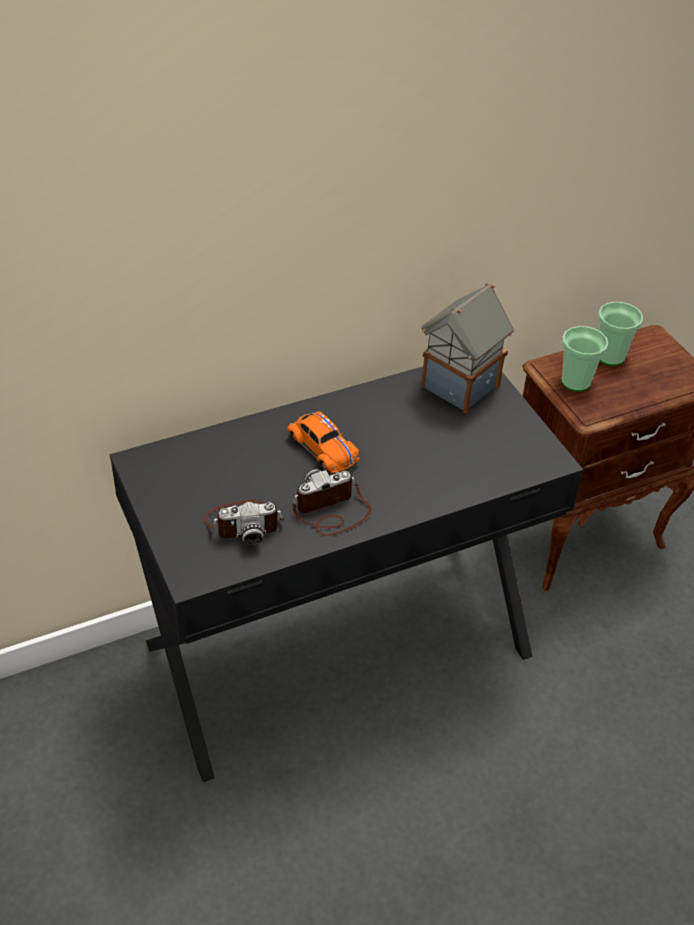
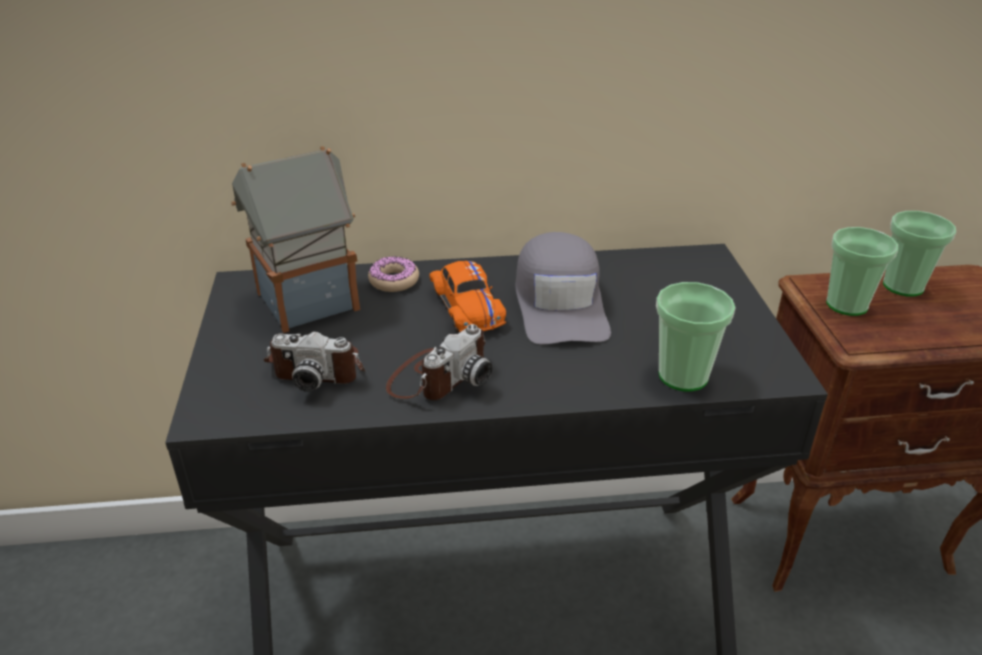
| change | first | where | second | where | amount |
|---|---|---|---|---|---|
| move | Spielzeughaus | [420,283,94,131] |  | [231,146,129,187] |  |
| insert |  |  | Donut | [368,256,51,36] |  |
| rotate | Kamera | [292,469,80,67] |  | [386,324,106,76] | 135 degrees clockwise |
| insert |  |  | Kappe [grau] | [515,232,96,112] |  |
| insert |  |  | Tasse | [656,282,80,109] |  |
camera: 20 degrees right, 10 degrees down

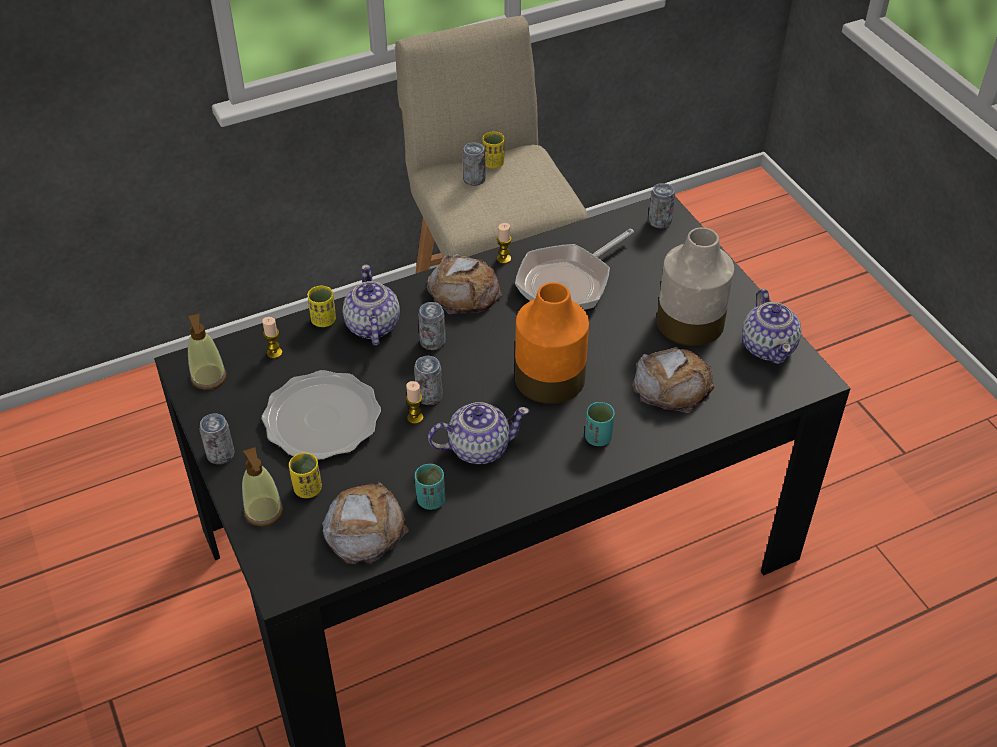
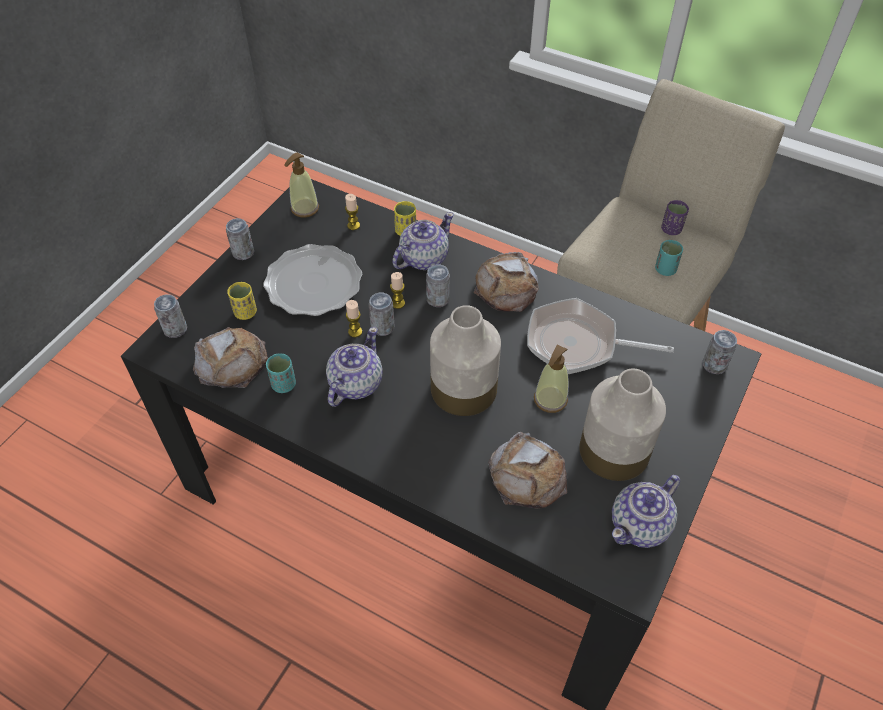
| change | first | where | second | where | amount |
|---|---|---|---|---|---|
| move | Dose | [462,142,24,44] |  | [154,294,33,44] |  |
| rotate | Teekanne | [428,402,102,62] |  | [326,327,57,80] | 105 degrees counterclockwise |
| move | Kerze | [497,223,15,41] |  | [390,272,15,37] |  |
| recolor | Vase [orange] | [515,282,74,122] | Vase [beige] | [430,305,71,111] |  |
| move | Seifenspender | [242,447,41,80] |  | [534,345,35,68] |  |
| move | Tasse [türkis] | [585,402,30,44] |  | [655,240,29,36] |  |
| recolor | Tasse [gelb] | [483,131,22,38] | Tasse [lila] | [661,200,28,35] |  |
camera: 55 degrees right, 5 degrees up

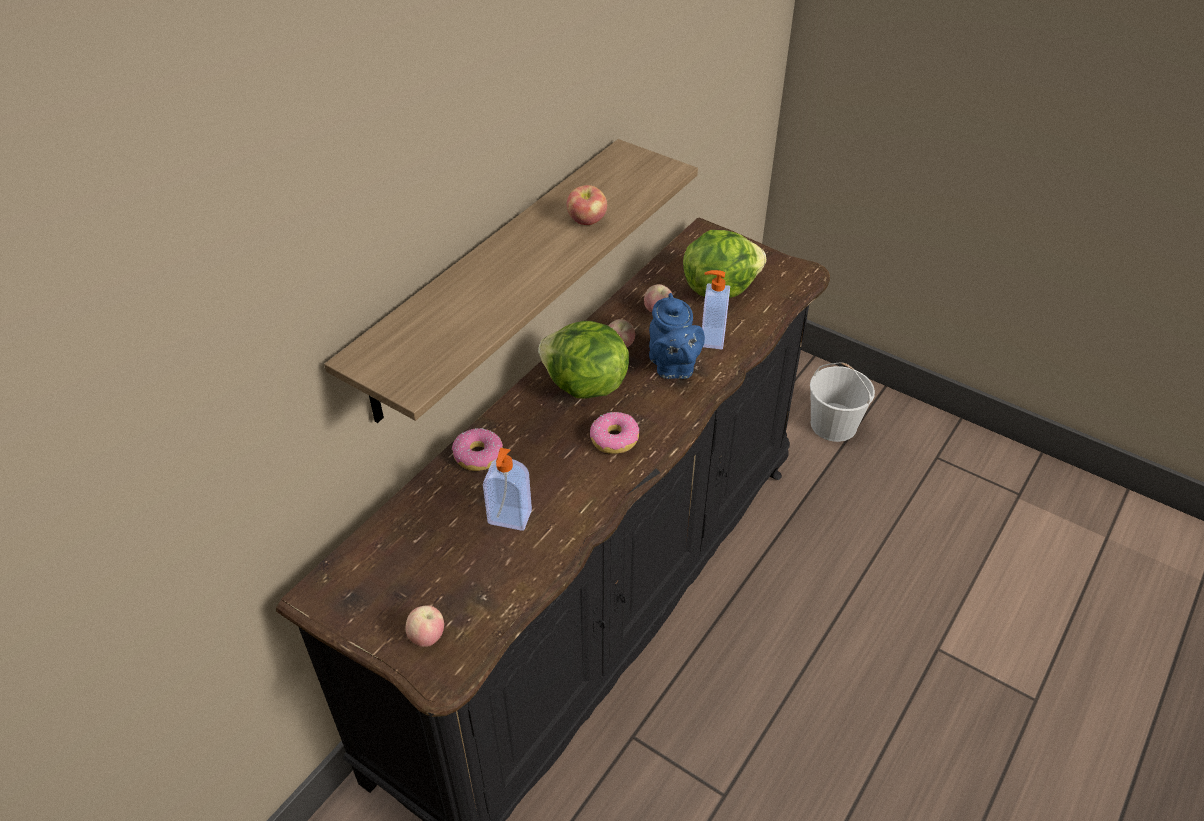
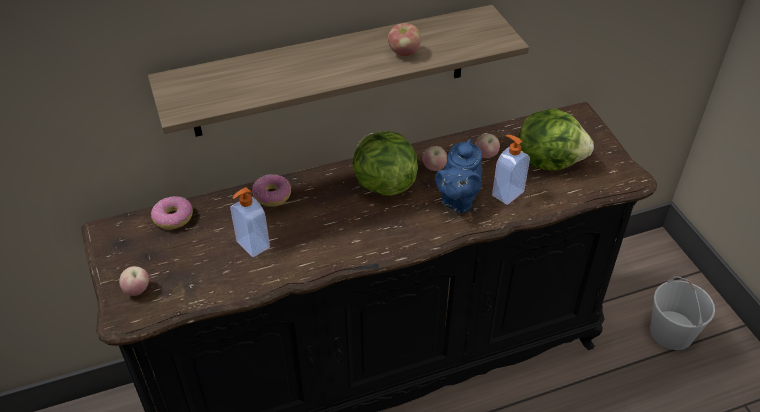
| change | first | where | second | where | amount |
|---|---|---|---|---|---|
| move | Donut | [590,412,49,42] |  | [151,196,42,34] |  |
camera: 35 degrees right, 0 degrees up

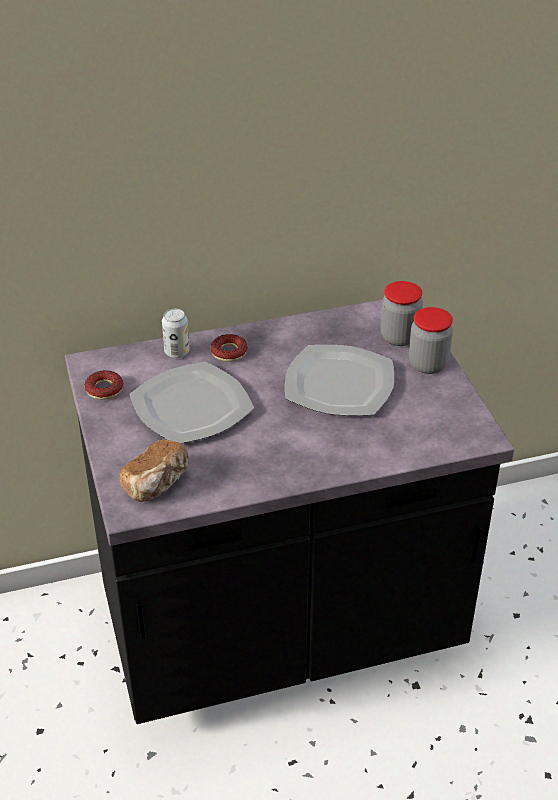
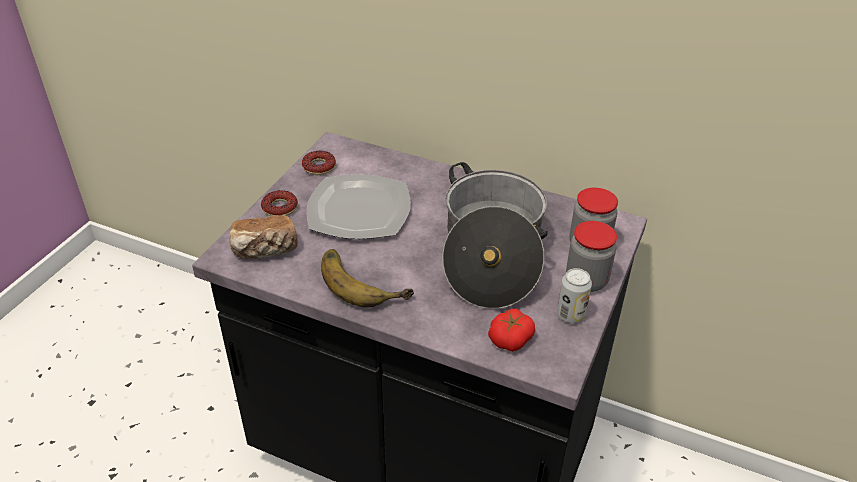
| change | first | where | second | where | amount |
|---|---|---|---|---|---|
| move | Donut | [211,334,37,28] |  | [261,190,37,26] |  |
| insert |  |  | Banane | [321,249,93,58] |  |
| replace | Teller | [285,345,109,71] | Kochtopf | [442,162,106,147] |  |
| insert |  |  | Tomate | [488,309,47,43] |  |
| move | Dose | [162,309,27,49] |  | [557,268,35,55] |  |
camera: 40 degrees right, 0 degrees up

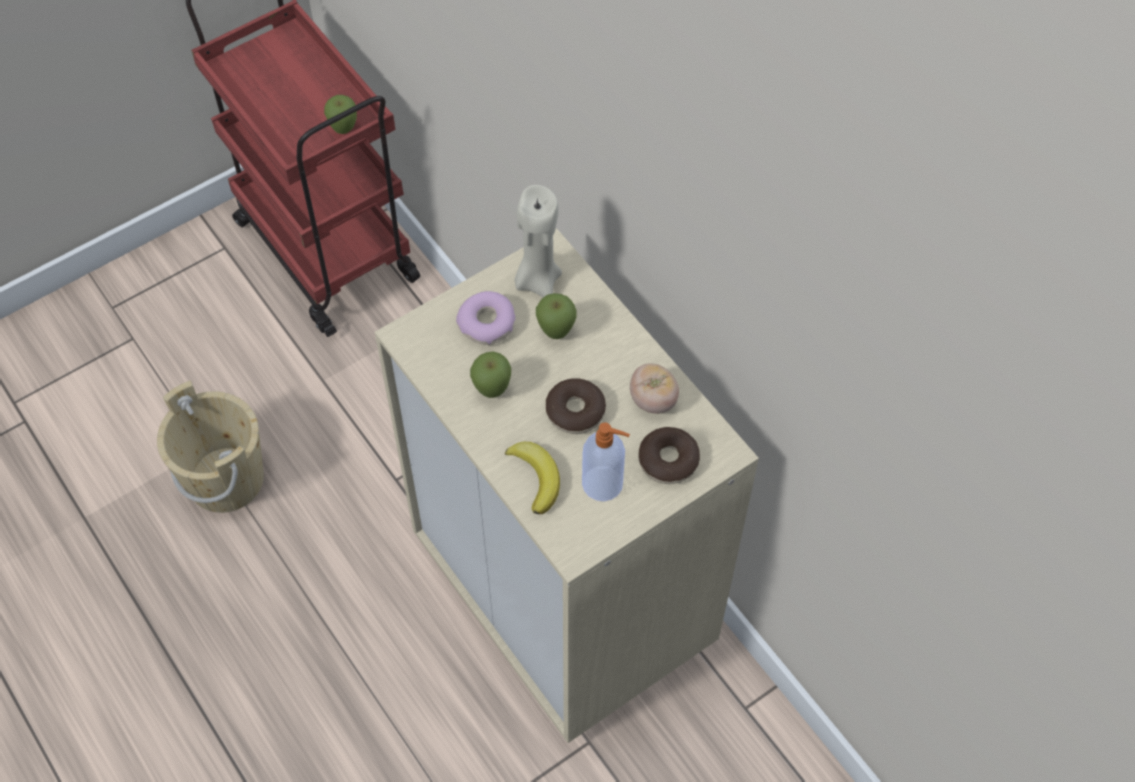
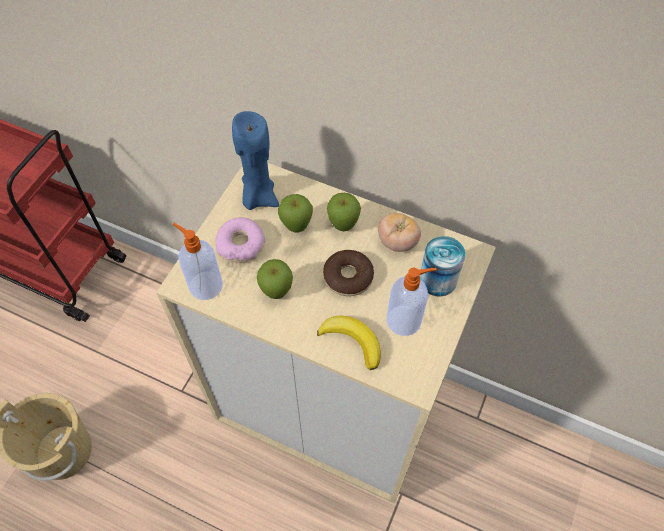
| change | first | where | second | where | amount |
|---|---|---|---|---|---|
| insert |  |  | Seifenspender | [173,223,50,77] |  |
| recolor | Kerze [beige] | [515,185,47,112] | Kerze [blau] | [232,111,47,99] |  |
| move | Apfel | [324,95,33,39] |  | [327,193,34,38] |  |
| replace | Donut | [638,427,62,57] | Dose | [419,236,47,61] |  |
camera: 30 degrees left, 0 degrees up

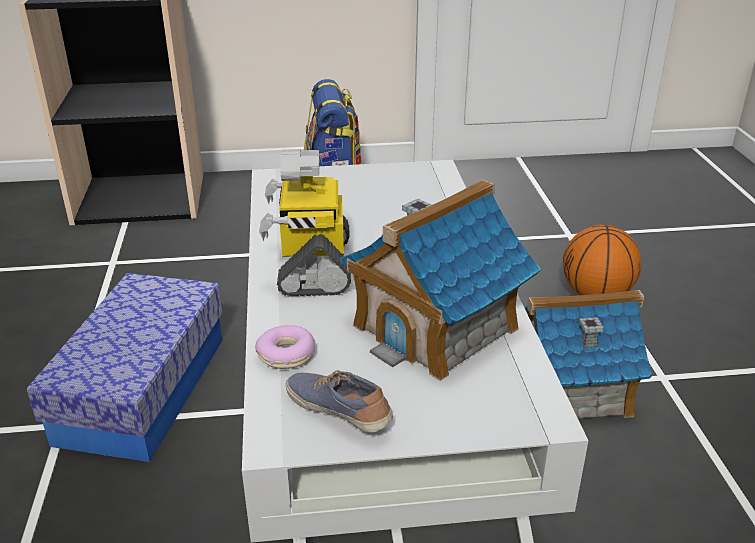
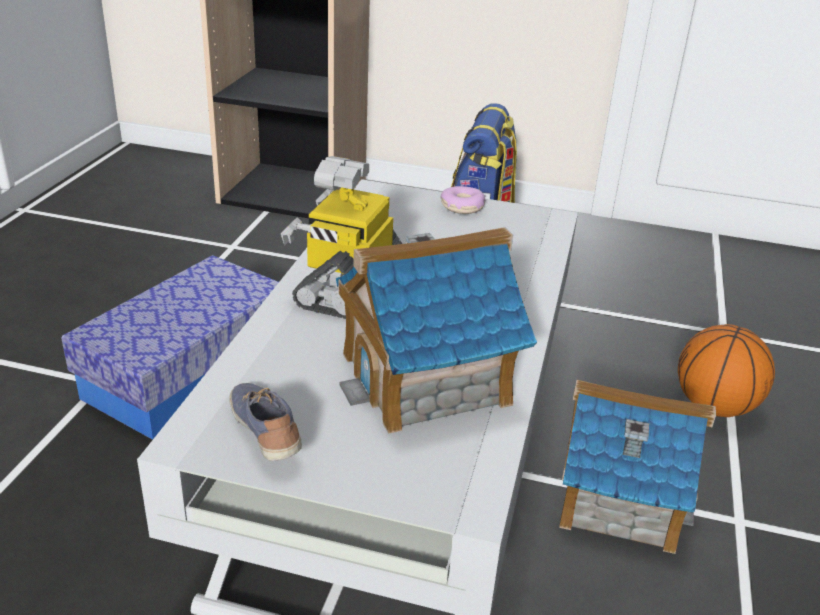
| change | first | where | second | where | amount |
|---|---|---|---|---|---|
| move | Donut | [255,325,60,44] |  | [440,186,46,28] |  |
camera: 20 degrees right, 0 degrees up

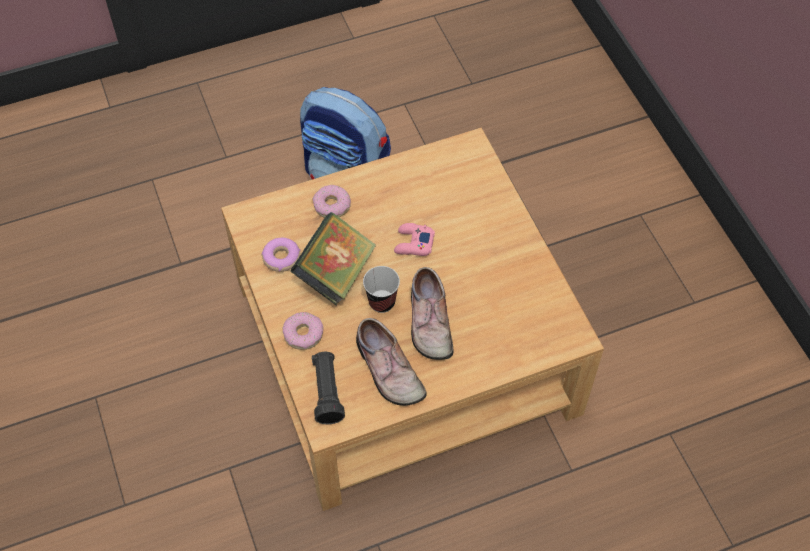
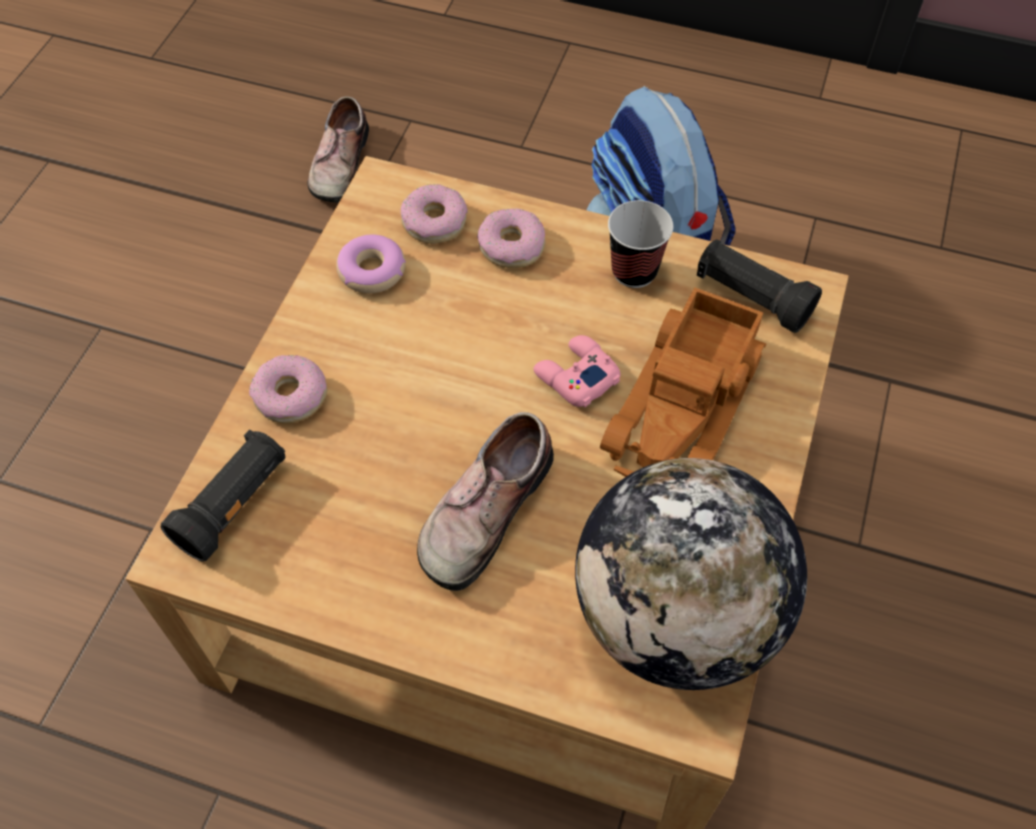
| change | first | where | second | where | amount |
|---|---|---|---|---|---|
| move | Schuh | [356,318,71,88] |  | [308,96,61,107] |  |
| insert |  |  | Donut | [401,184,67,60] |  |
| insert |  |  | Globus | [575,458,232,232] |  |
| insert |  |  | Spielzeuglaster | [600,287,166,190] |  |
| move | Tasse | [363,266,37,47] |  | [608,200,65,88] |  |
| insert |  |  | Taschenlampe [schwarz] | [697,239,125,94] |  |
| delete | Buch | [290,212,86,94] |  |  |  |
camera: 40 degrees right, 0 degrees up

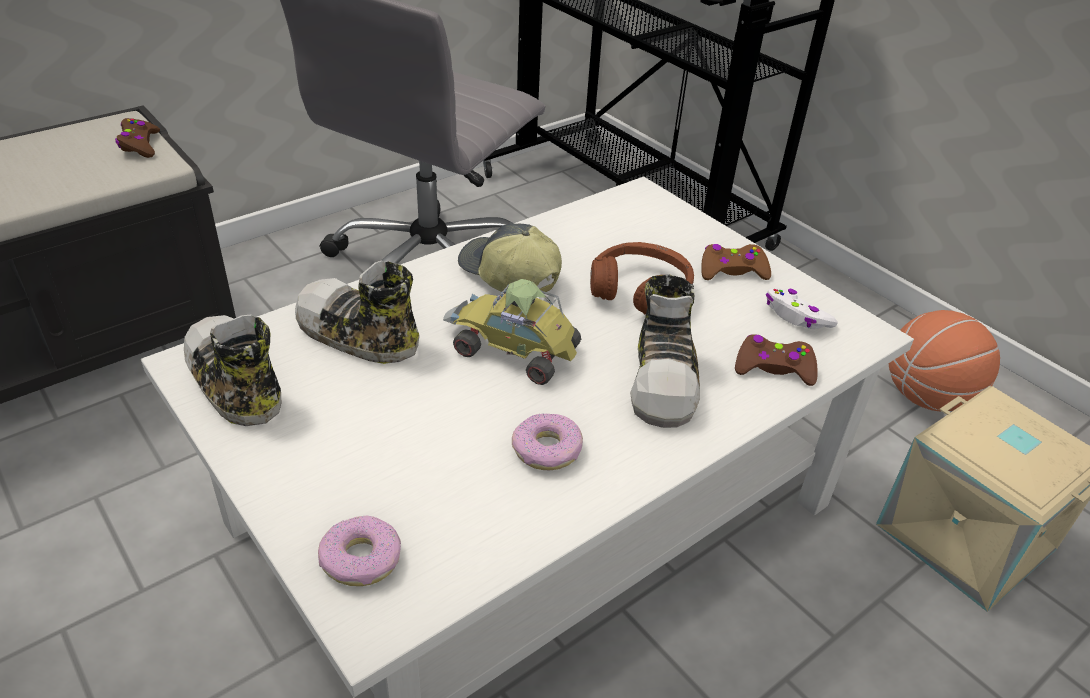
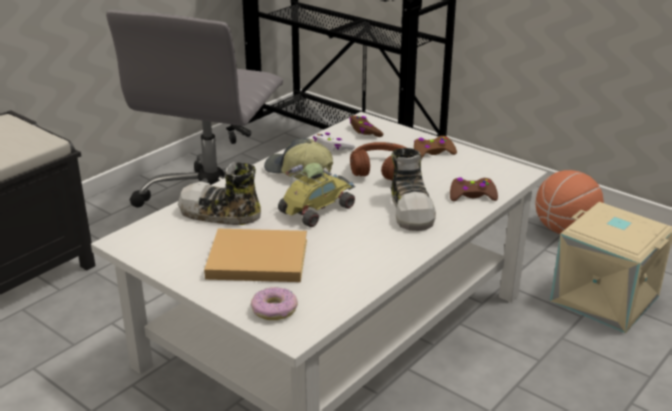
| change | first | where | second | where | amount |
|---|---|---|---|---|---|
| insert |  |  | Buch [beige] | [204,229,103,53] |  |
| rotate | Spielzeugauto | [443,279,138,106] |  | [278,163,77,64] | 120 degrees clockwise |
| move | Gamepad [weiß] | [766,287,72,42] |  | [313,133,42,18] |  |
| move | Gamepad [braun] | [115,118,45,40] |  | [349,115,34,22] |  |
| delete | Schuh | [184,314,97,112] |  |  |  |
| delete | Donut | [512,413,71,57] |  |  |  |
camera: 10 degrees left, 10 degrees down

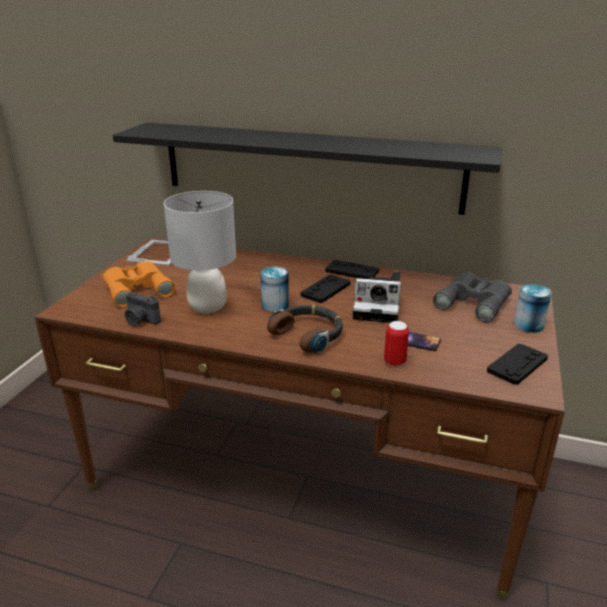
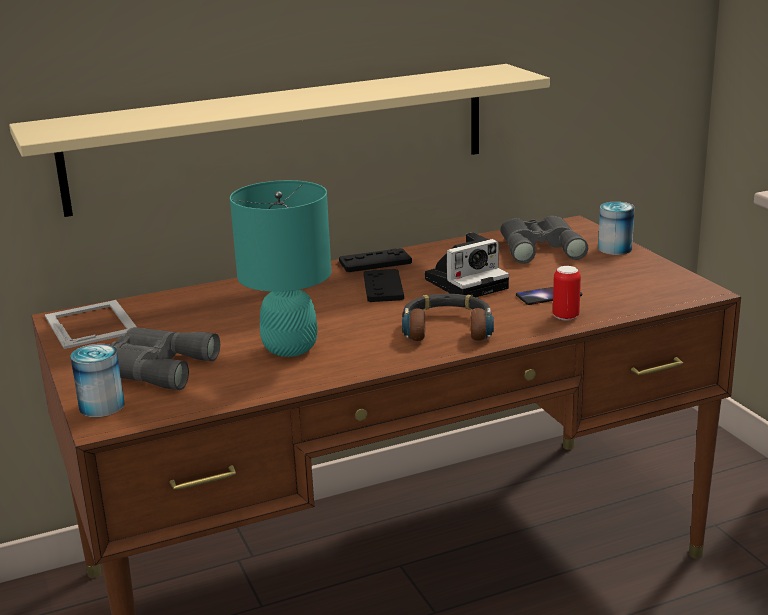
| change | first | where | second | where | amount |
|---|---|---|---|---|---|
| recolor | Wandregal [schwarz] | [113,122,389,93] | Wandregal [beige] | [9,64,541,153] |  |
| move | Dose | [260,267,29,45] |  | [70,344,54,73] |  |
| recolor | Fernglas [orange] | [103,261,72,46] | Fernglas [grau] | [111,327,109,63] |  |
| recolor | Tischlampe [grau] | [164,191,72,123] | Tischlampe [türkis] | [230,180,101,177] |  |
| delete | Kamera | [125,292,36,34] |  |  |  |
| delete | Gamepad [schwarz] | [487,344,61,41] |  |  |  |
camera: 40 degrees left, 5 degrees down

